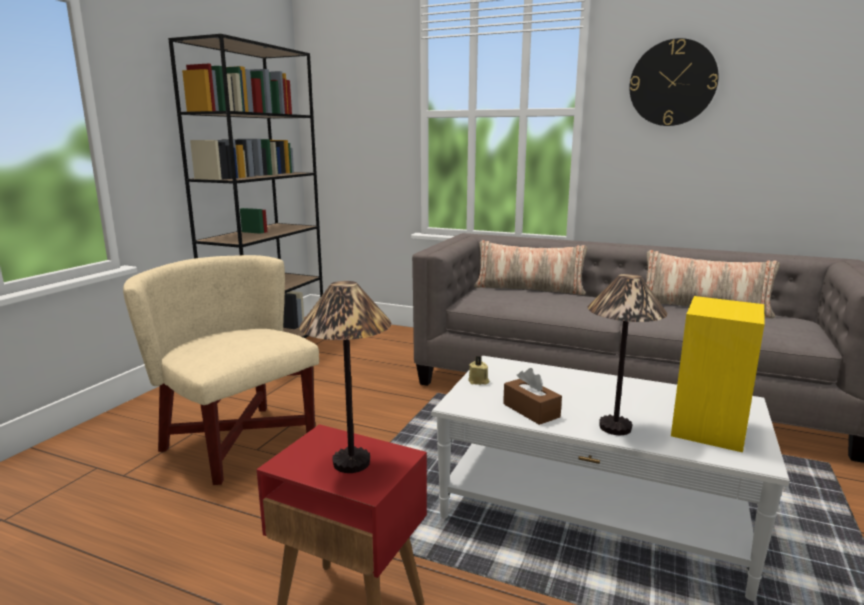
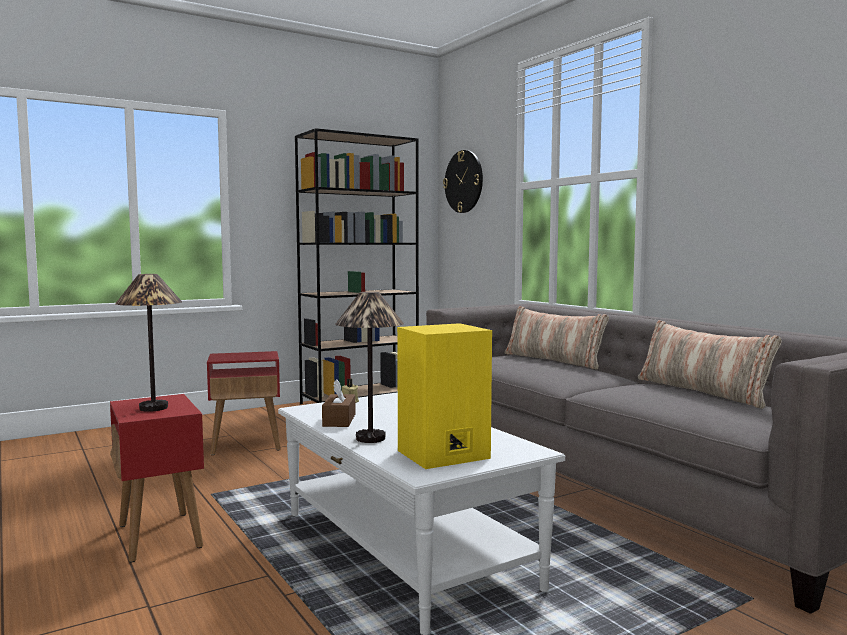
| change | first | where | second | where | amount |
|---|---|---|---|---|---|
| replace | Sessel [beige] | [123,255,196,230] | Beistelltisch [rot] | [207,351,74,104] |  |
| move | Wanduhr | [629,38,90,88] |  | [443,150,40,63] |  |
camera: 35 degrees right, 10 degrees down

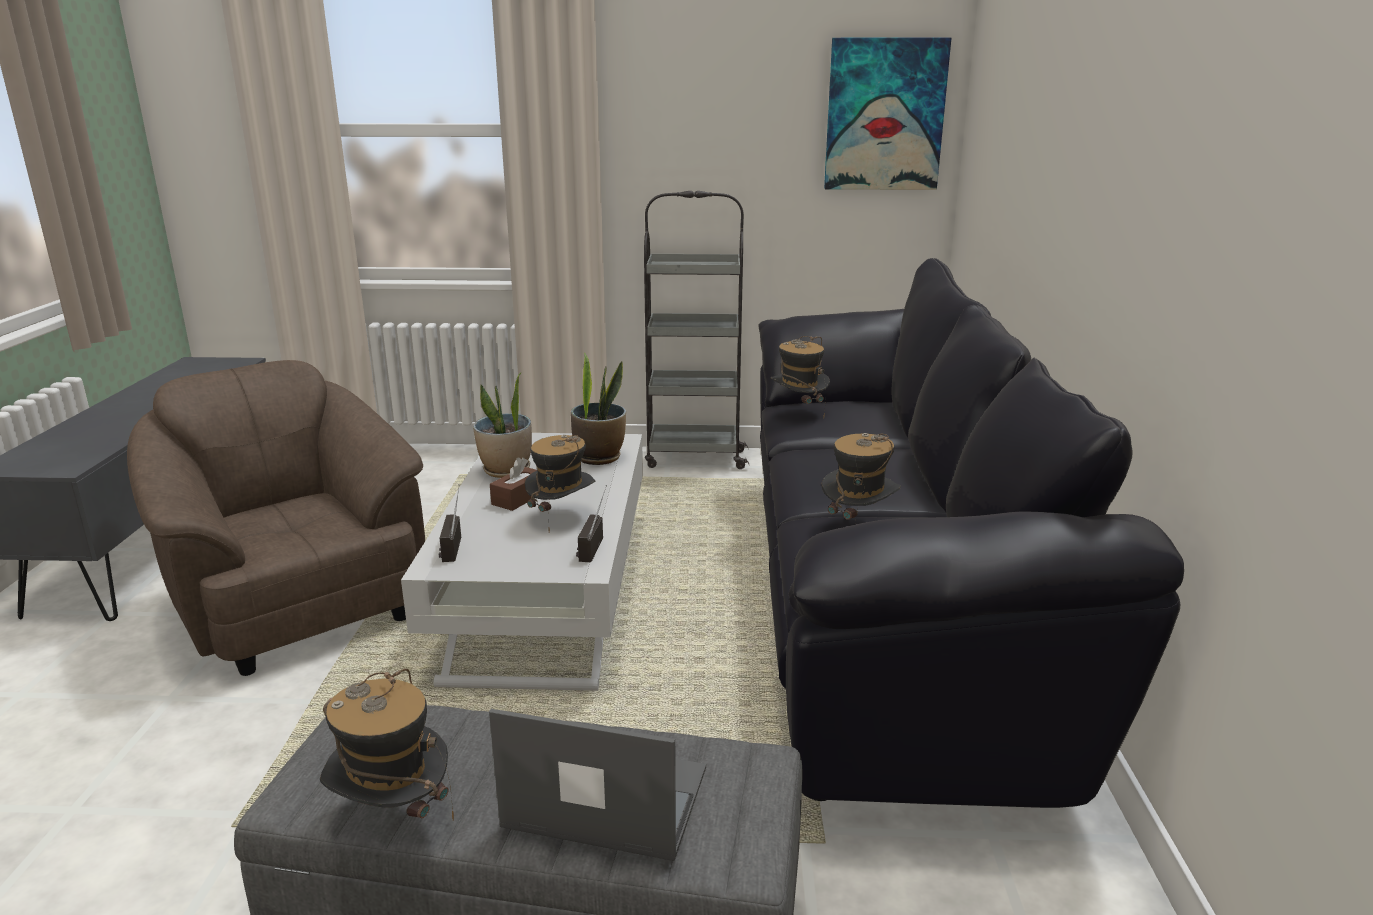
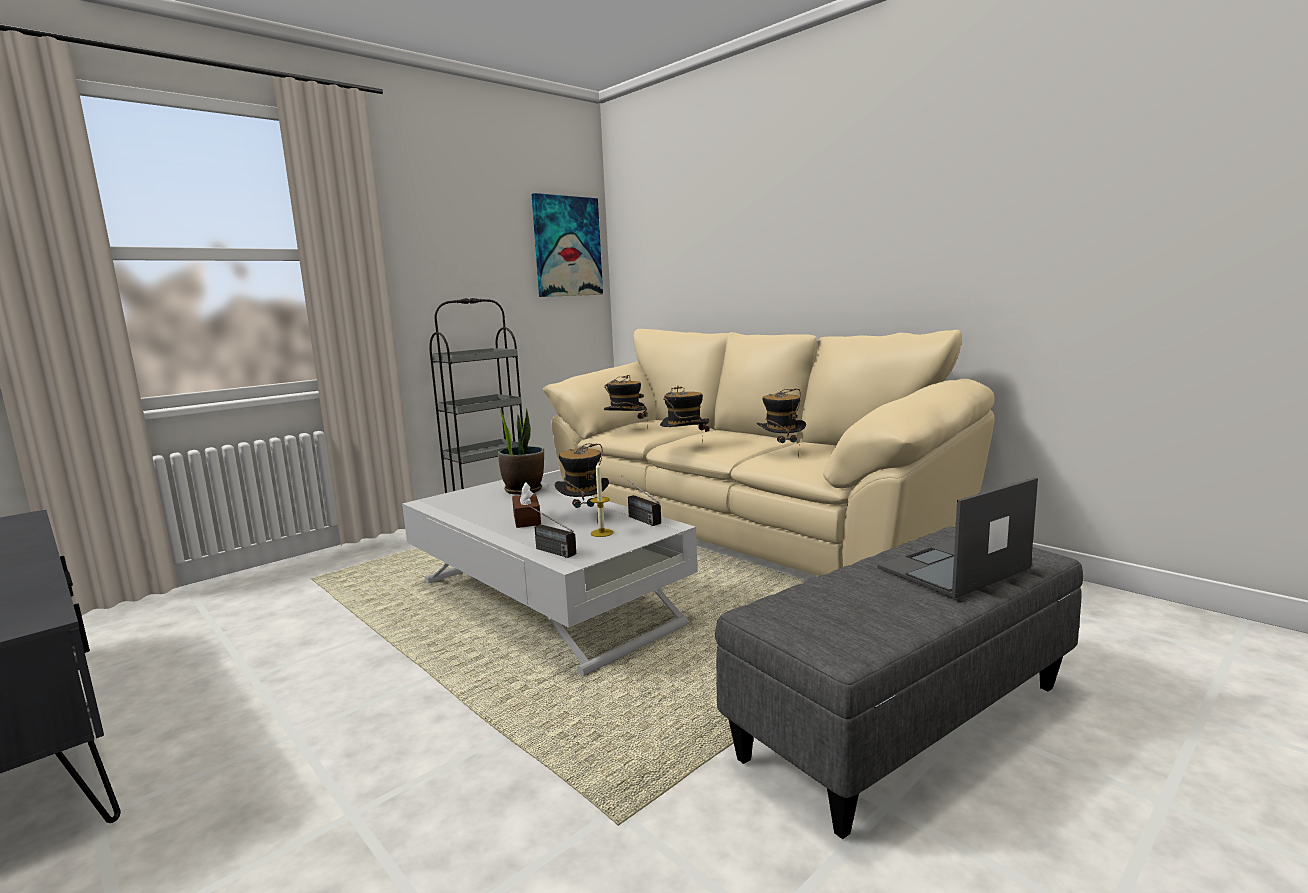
| change | first | where | second | where | amount |
|---|---|---|---|---|---|
| recolor | Sofa [schwarz] | [759,258,425,550] | Sofa [beige] | [543,329,452,247] |  |
| insert |  |  | Kerze | [590,462,23,75] |  |
| move | Hut | [320,669,134,152] |  | [660,386,50,57] |  |
| delete | Sessel [braun] | [127,360,298,316] |  |  |  |
| delete | Topfpflanze | [473,373,59,105] |  |  |  |
camera: 45 degrees left, 10 degrees down

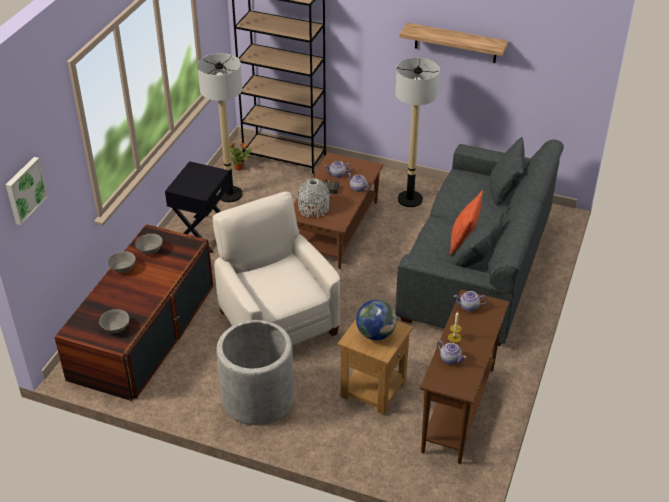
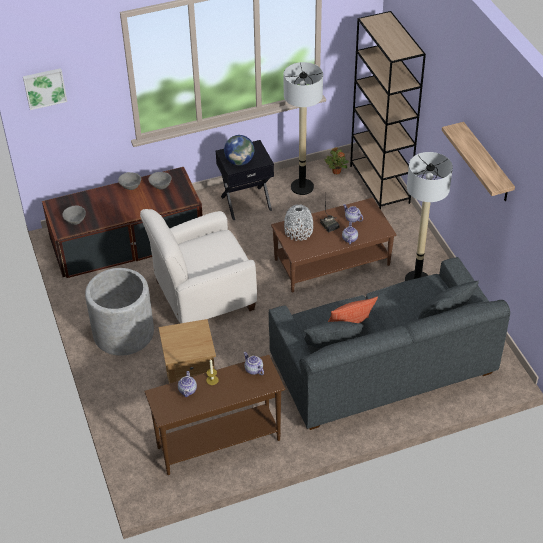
| change | first | where | second | where | amount |
|---|---|---|---|---|---|
| rotate | Sessel [weiß] | [213,192,127,153] |  | [140,209,117,115] | 135 degrees counterclockwise |
| move | Globus | [356,300,41,40] |  | [224,135,30,30] |  |
camera: 50 degrees right, 5 degrees up

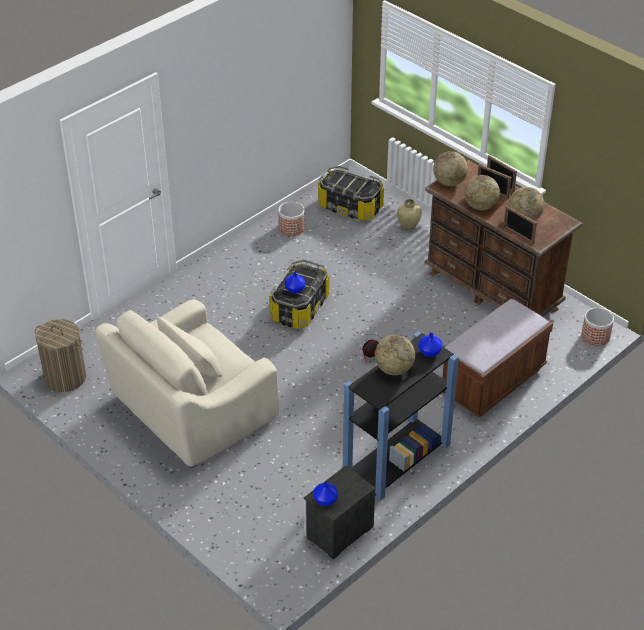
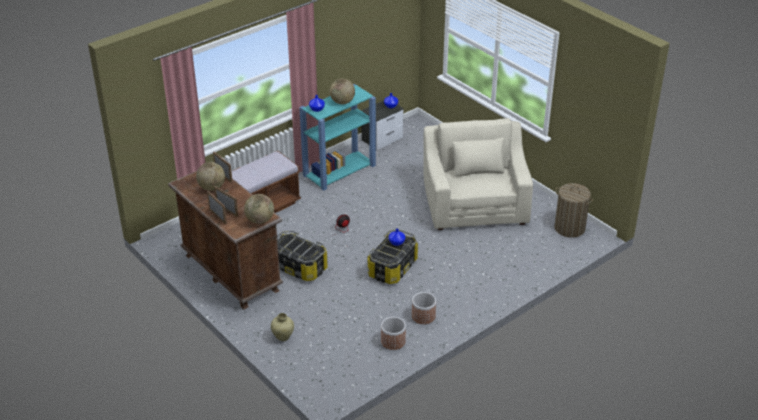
| change | first | where | second | where | amount |
|---|---|---|---|---|---|
| move | Aufbewahrungsbox | [318,166,66,55] |  | [277,231,51,50] |  |
| recolor | Bücherregal [schwarz] | [343,331,116,169] | Bücherregal [türkis] | [299,84,77,107] |  |
| move | Pflanzkübel | [582,308,32,37] |  | [412,292,24,32] |  |
| rotate | Sessel [beige] | [96,299,183,169] |  | [423,118,110,112] | 60 degrees counterclockwise |
| delete | Globus | [464,175,36,35] |  |  |  |
camera: 175 degrees left, 5 degrees down

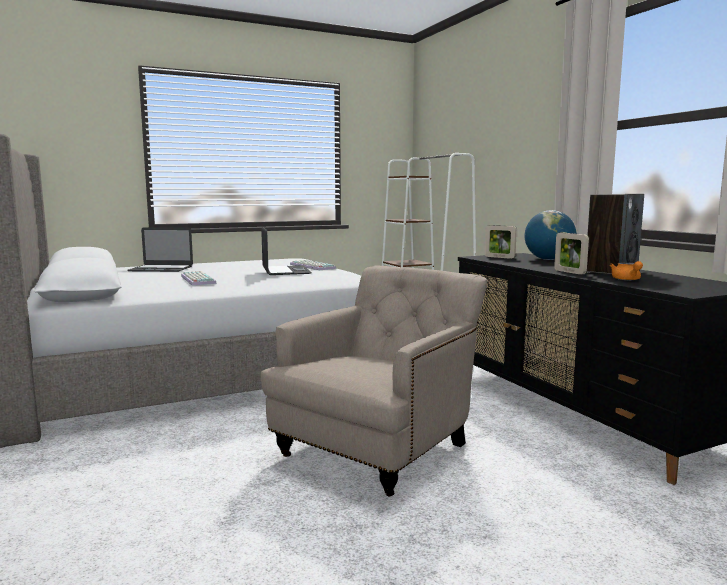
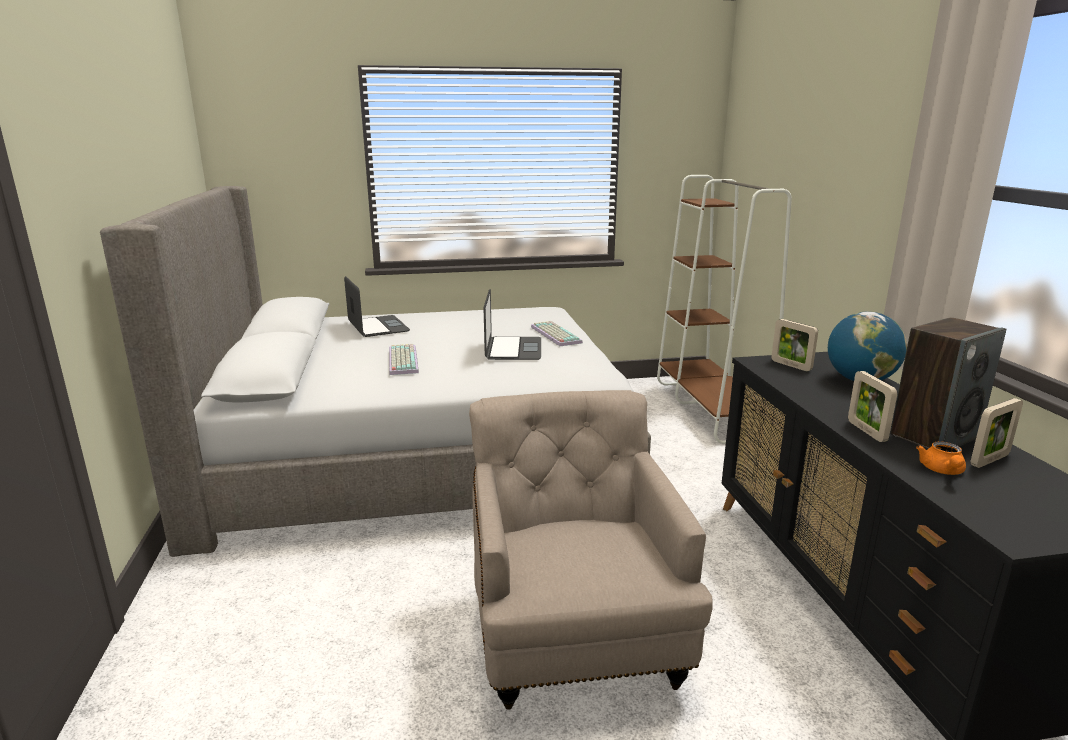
| change | first | where | second | where | amount |
|---|---|---|---|---|---|
| rotate | Laptop | [127,227,66,45] |  | [344,276,66,61] | 135 degrees counterclockwise |
| rotate | Sessel [beige] | [261,265,226,231] |  | [469,390,244,320] | 60 degrees counterclockwise |
| insert |  |  | Bilderrahmen | [970,398,53,70] |  |
camera: 15 degrees right, 10 degrees up

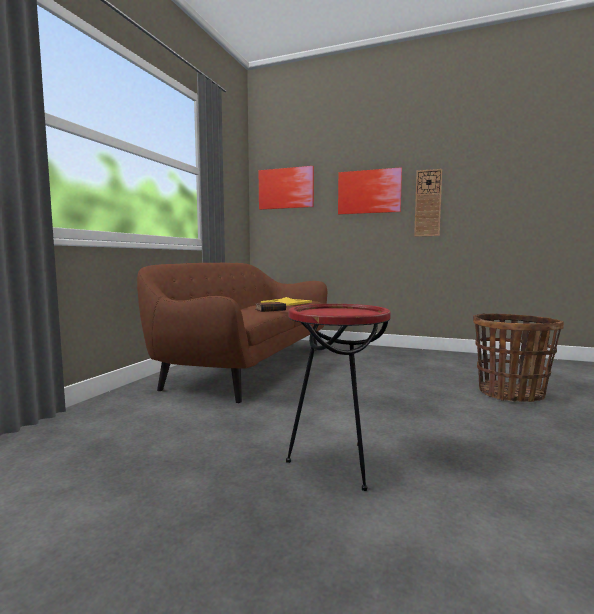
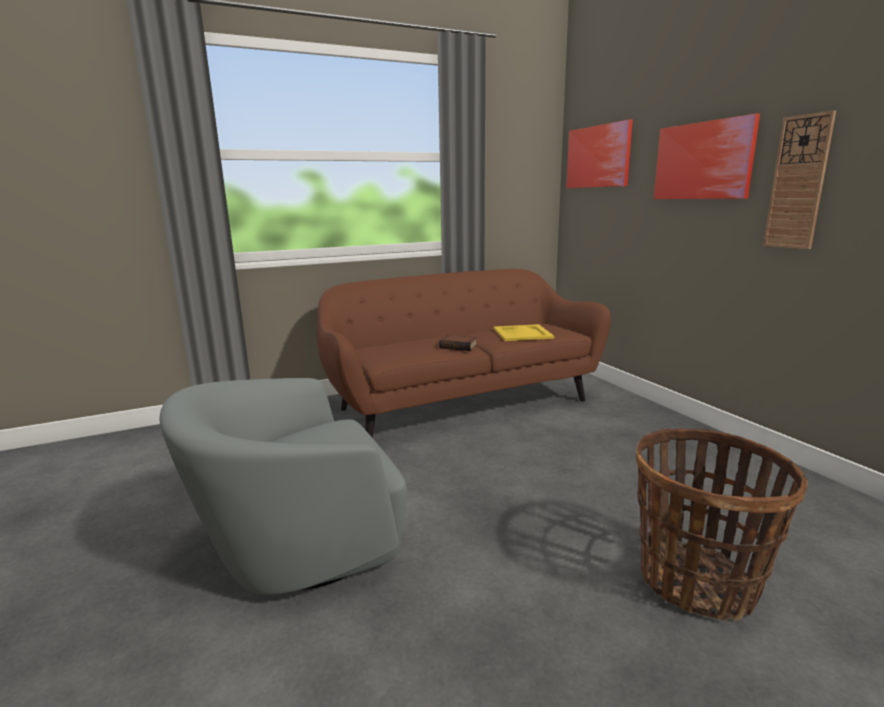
| change | first | where | second | where | amount |
|---|---|---|---|---|---|
| replace | Beistelltisch [rot] | [286,304,105,187] | Sessel [grau] | [160,378,247,217] |  |
camera: 45 degrees right, 10 degrees up

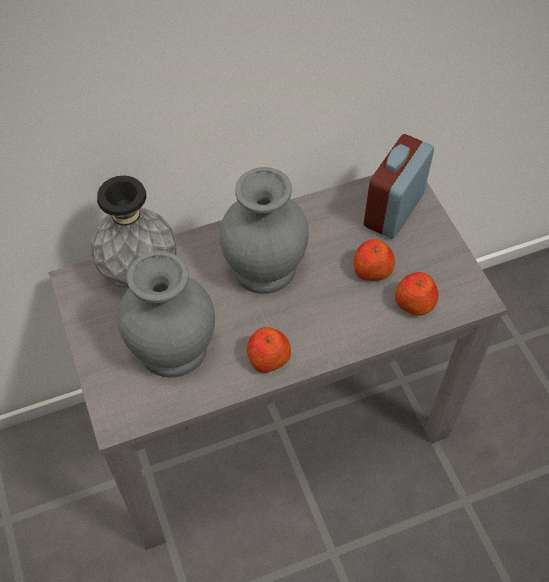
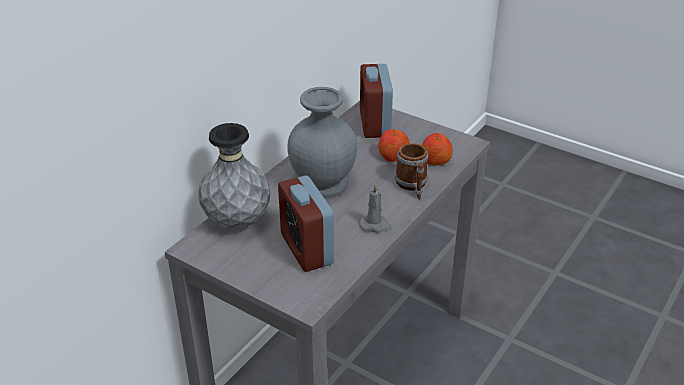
| change | first | where | second | where | amount |
|---|---|---|---|---|---|
| replace | Vase [grau] | [117,251,98,127] | Wecker | [278,175,56,97] |  |
| replace | Apfel | [247,327,44,46] | Kerze [grau] | [359,183,33,50] |  |
| insert |  |  | Henkelbecher | [395,143,33,56] |  |
camera: 35 degrees left, 20 degrees down

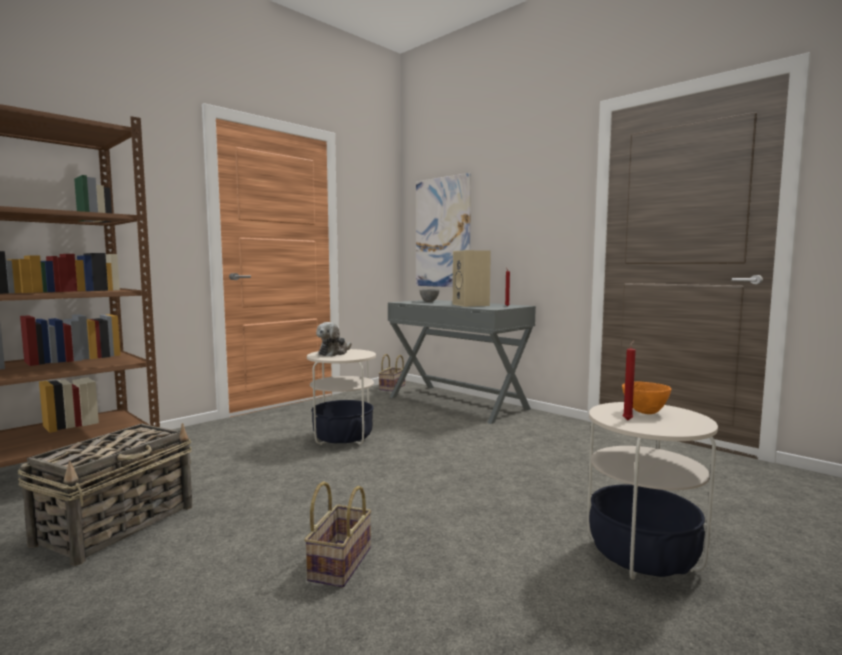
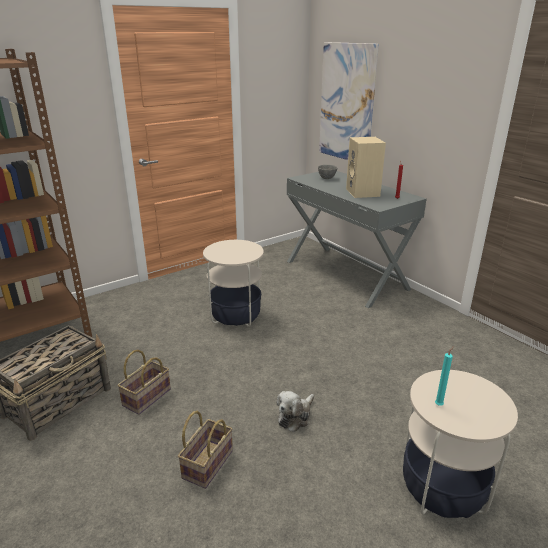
| change | first | where | second | where | amount |
|---|---|---|---|---|---|
| move | Korb | [379,354,26,37] |  | [117,350,54,65] |  |
| move | Plüschtier | [316,322,36,34] |  | [276,391,38,41] |  |
| recolor | Kerze [rot] | [623,340,13,80] | Kerze [türkis] | [435,346,19,60] |  |
| delete | Schüssel [orange] | [622,381,49,33] |  |  |  |
camera: 10 degrees right, 20 degrees up

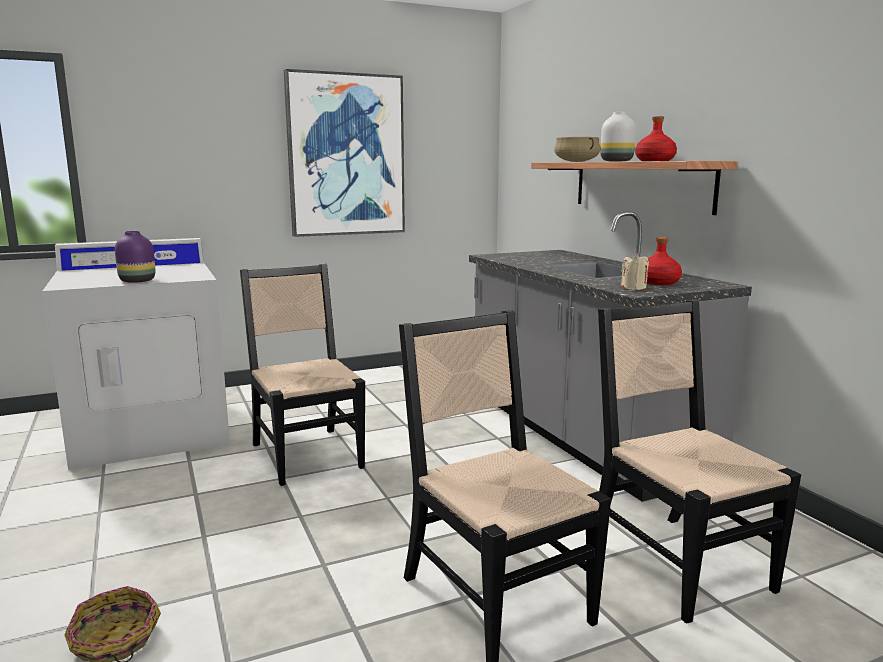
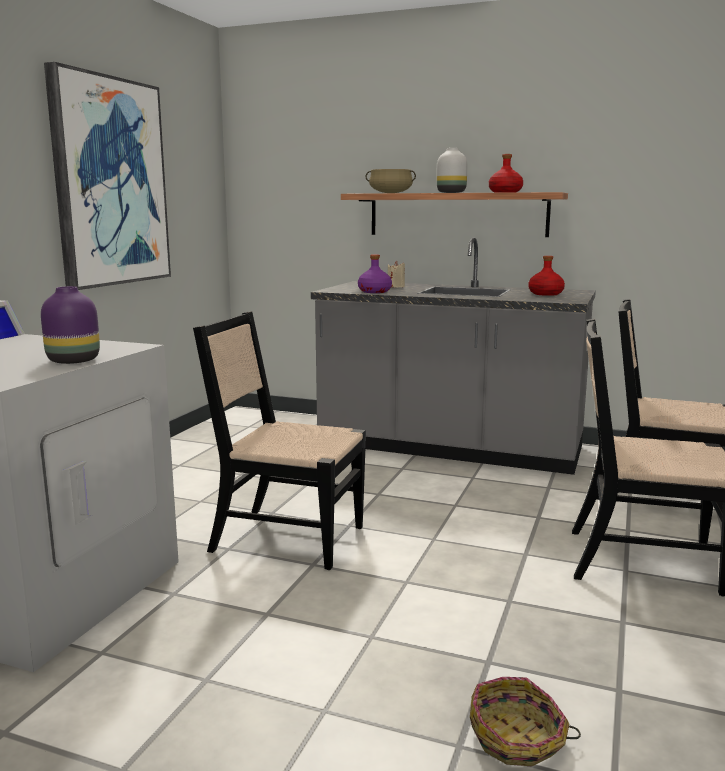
| change | first | where | second | where | amount |
|---|---|---|---|---|---|
| insert |  |  | Flasche [lila] | [358,254,34,39] |  |
| move | Kerze [beige] | [621,253,28,37] |  | [388,261,17,26] |  |
camera: 45 degrees left, 0 degrees up

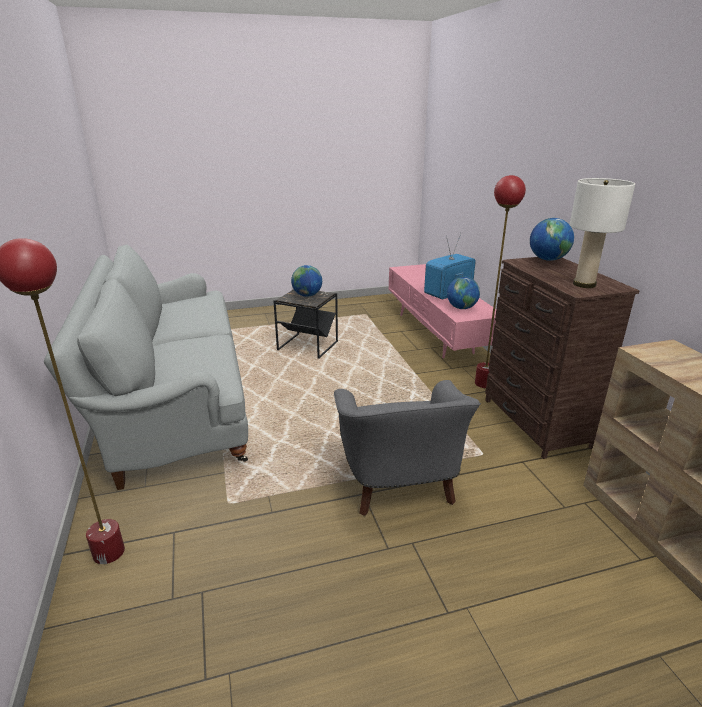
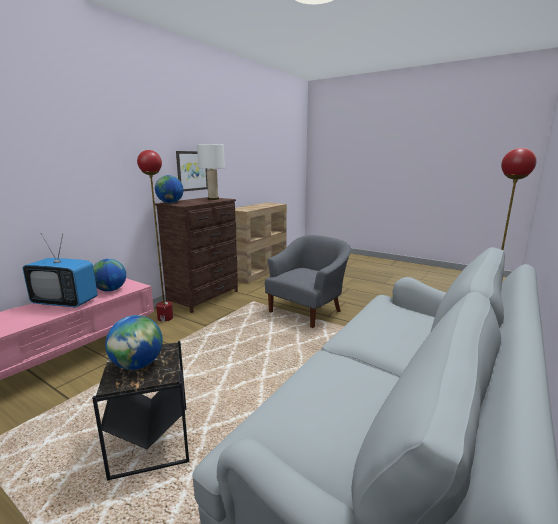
| change | first | where | second | where | amount |
|---|---|---|---|---|---|
| insert |  |  | Bild | [176,151,32,40] |  |
camera: 130 degrees left, 10 degrees down

